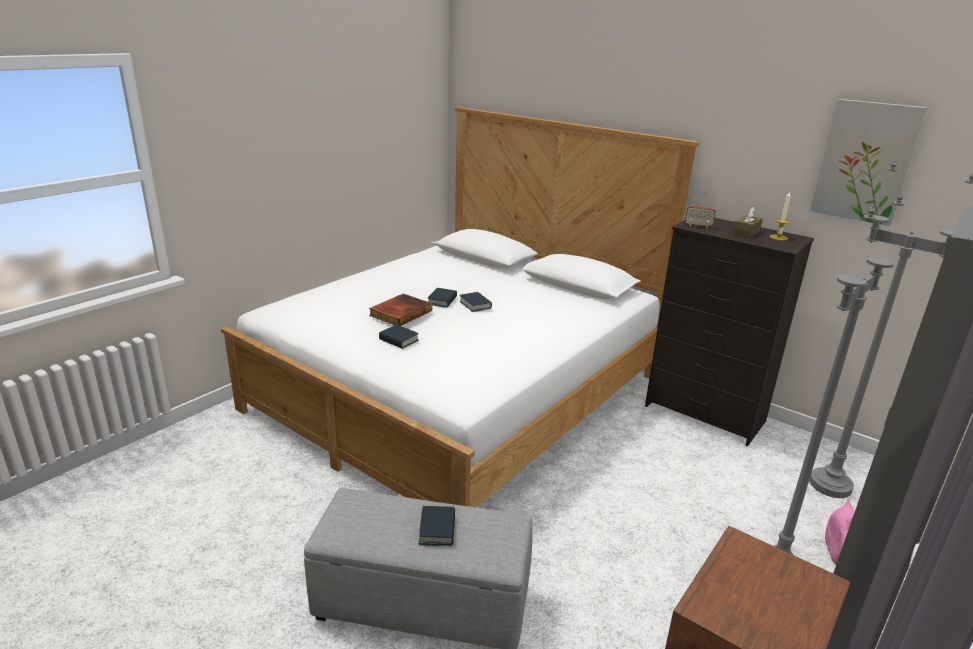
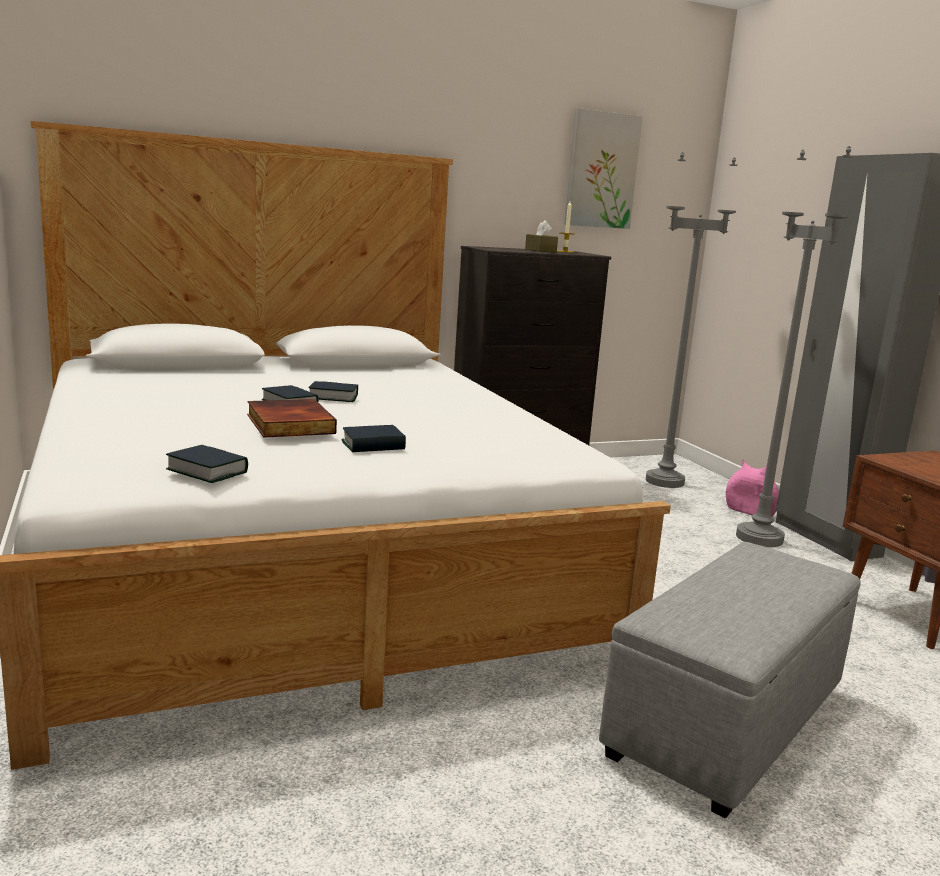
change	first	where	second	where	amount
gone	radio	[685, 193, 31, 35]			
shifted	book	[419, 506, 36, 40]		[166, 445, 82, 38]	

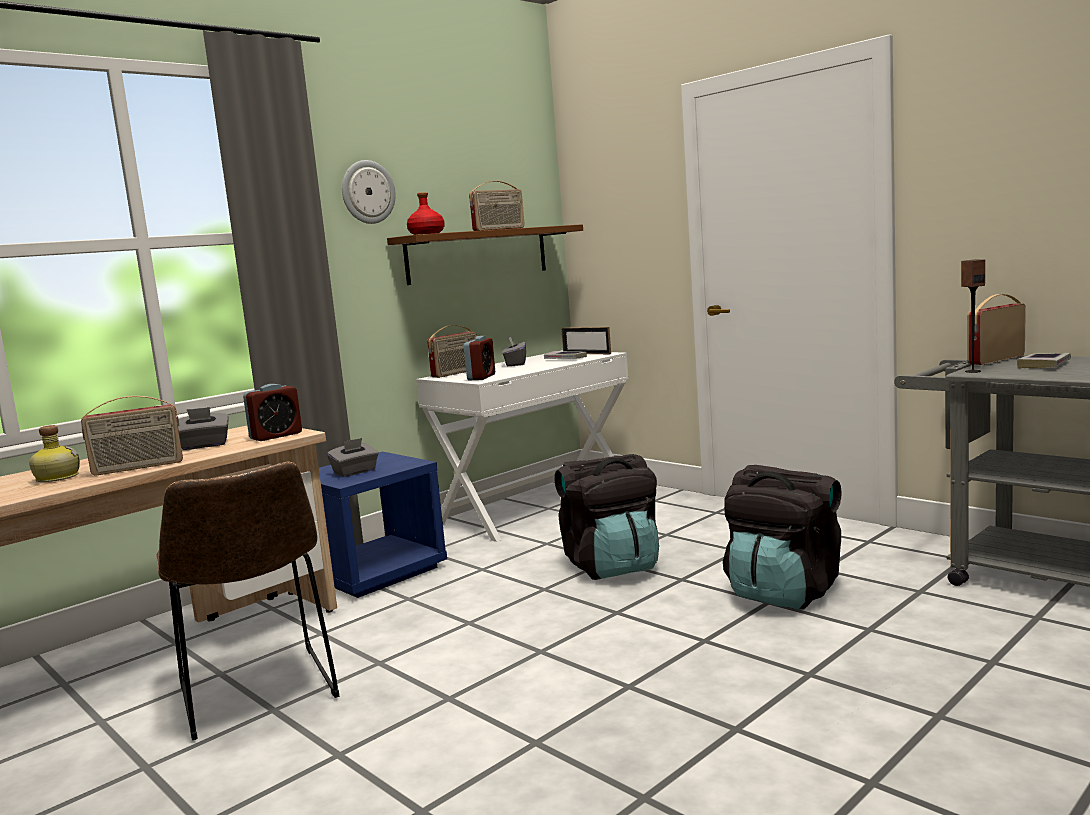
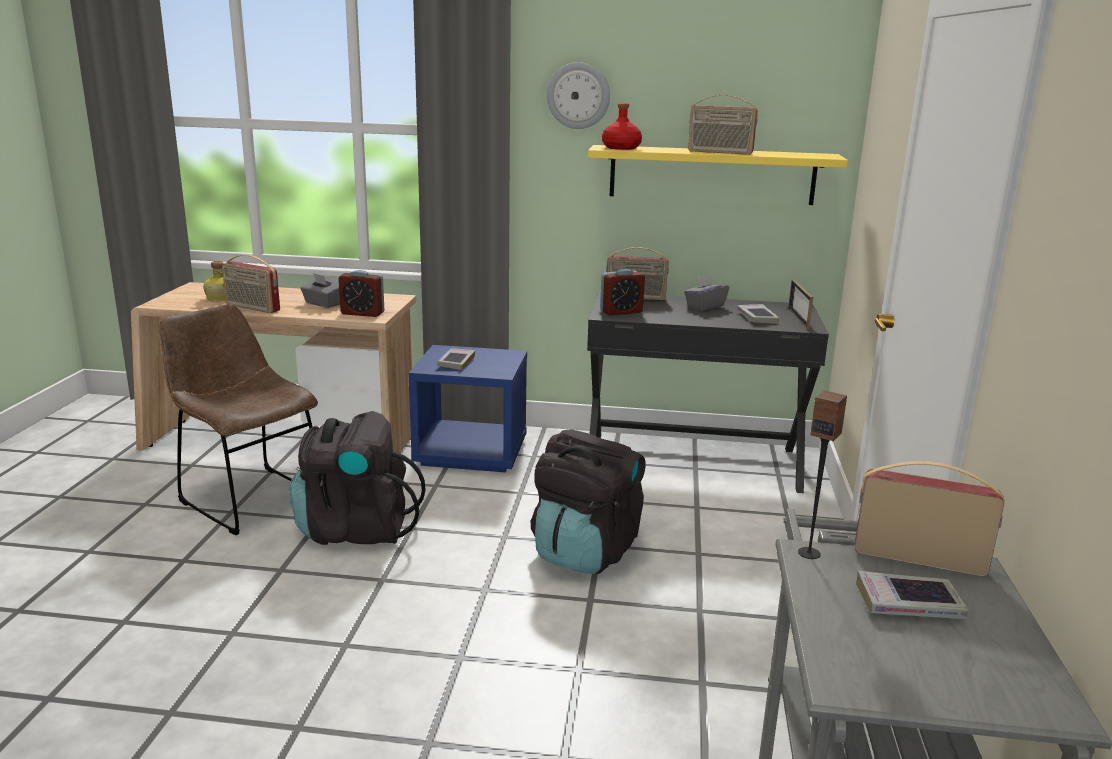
change	first	where	second	where	amount
shifted	black backpack	[723, 465, 119, 145]		[289, 411, 137, 134]	
swapped	grey tissue box	[327, 438, 51, 39]	book	[437, 348, 38, 22]	
repainted	brown shelf	[387, 224, 196, 61]	yellow shelf	[588, 145, 260, 60]	
repainted	white desk	[416, 350, 213, 192]	black desk	[587, 292, 242, 201]	
rotated	brown chair	[156, 462, 183, 278]		[159, 304, 159, 231]	105 degrees clockwise

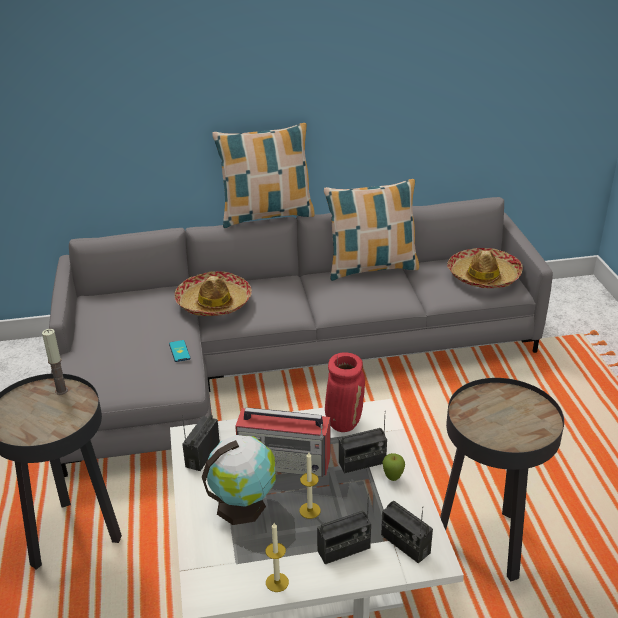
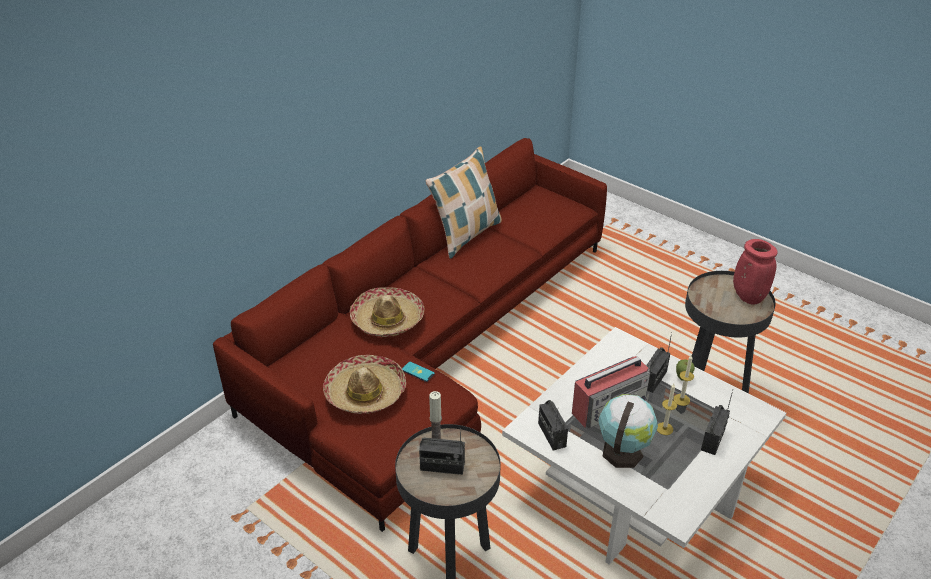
change	first	where	second	where	amount
gone	pillow	[212, 123, 103, 105]			
shifted	candle	[266, 523, 23, 69]		[673, 354, 21, 52]	
shifted	red vase	[325, 352, 40, 80]		[733, 239, 45, 66]	
shifted	radio	[381, 501, 52, 63]		[419, 428, 46, 47]	
shifted	hat	[447, 248, 76, 40]		[323, 355, 83, 59]	
repainted	grey sofa	[49, 197, 504, 280]	red sofa	[213, 138, 394, 394]	

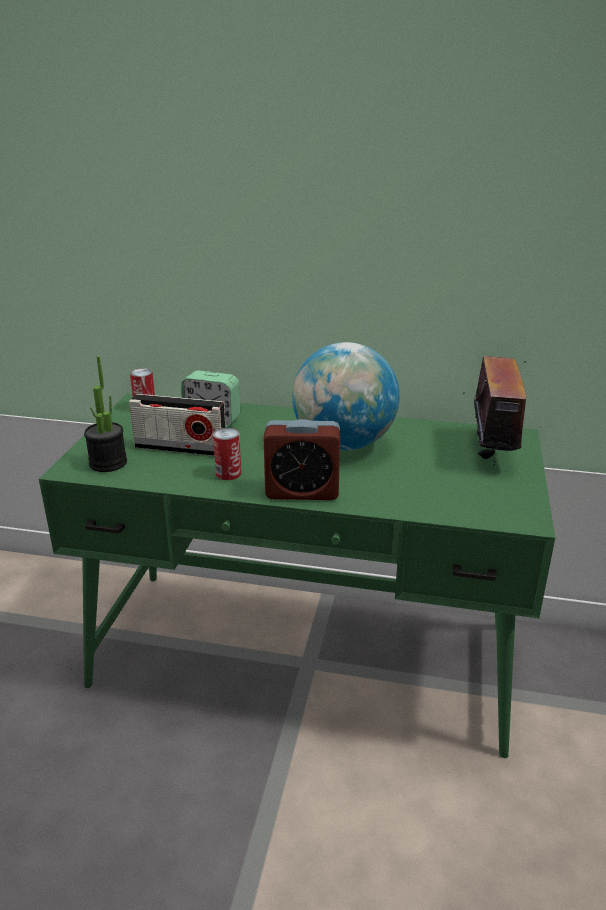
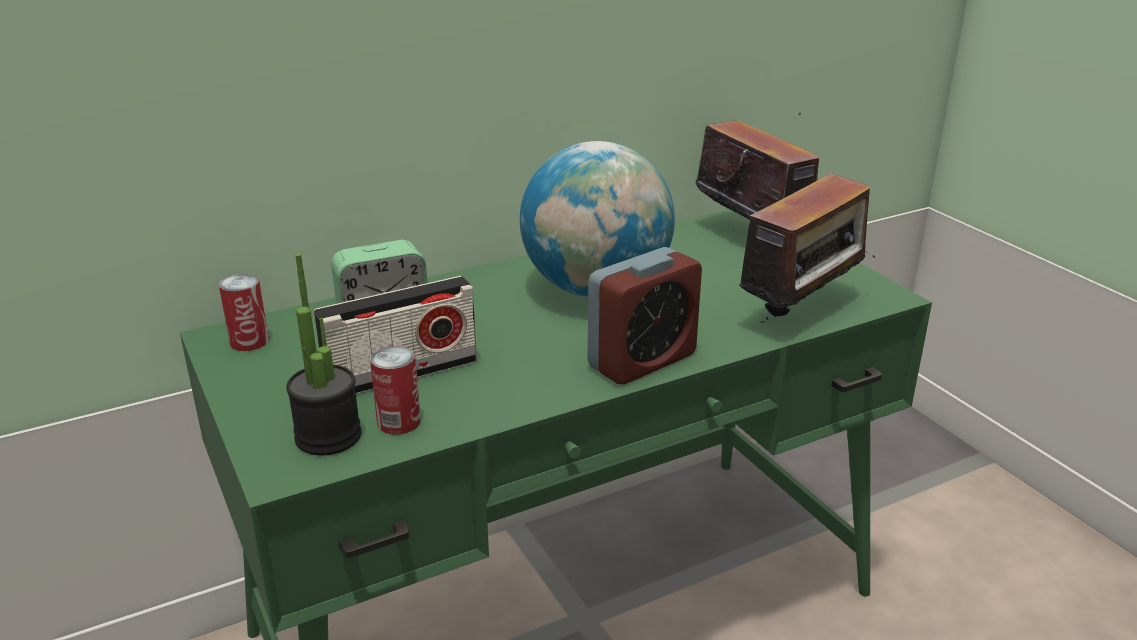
change	first	where	second	where	amount
new			radio	[731, 167, 144, 160]	
shifted	can	[213, 428, 28, 52]		[370, 346, 51, 89]	

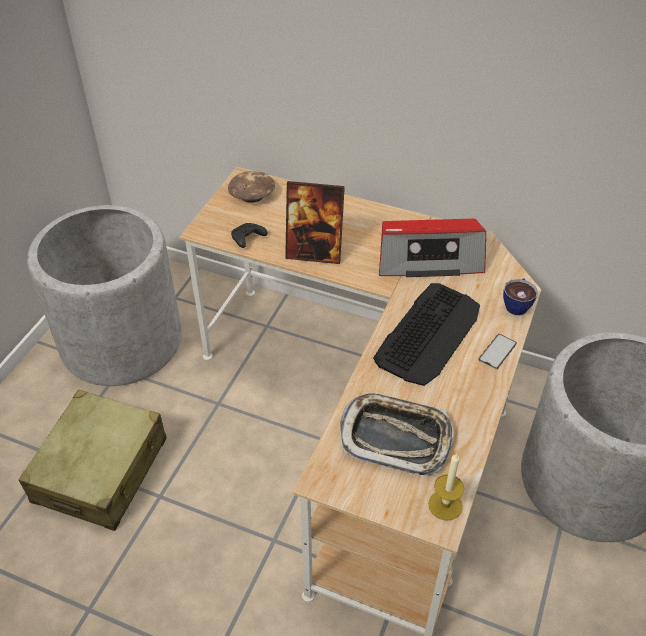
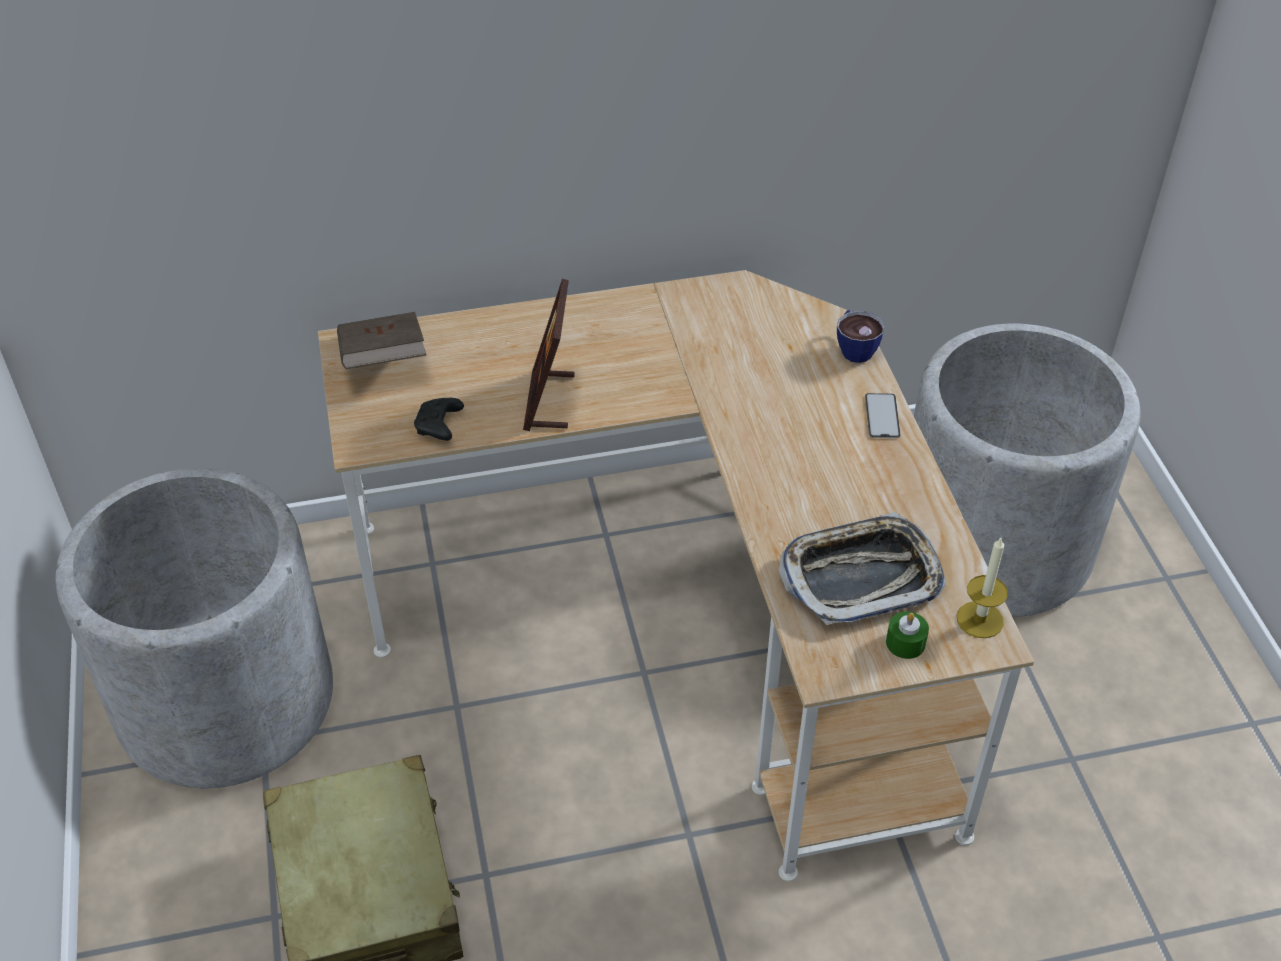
change	first	where	second	where	amount
gone	keyboard	[373, 283, 107, 103]			
gone	radio	[379, 219, 107, 58]			
new			green candle	[886, 611, 43, 48]	
swapped	brown bowl	[228, 171, 47, 32]	brown book	[337, 312, 89, 57]	
rotated	picture frame	[285, 181, 60, 83]		[523, 279, 52, 152]	120 degrees clockwise

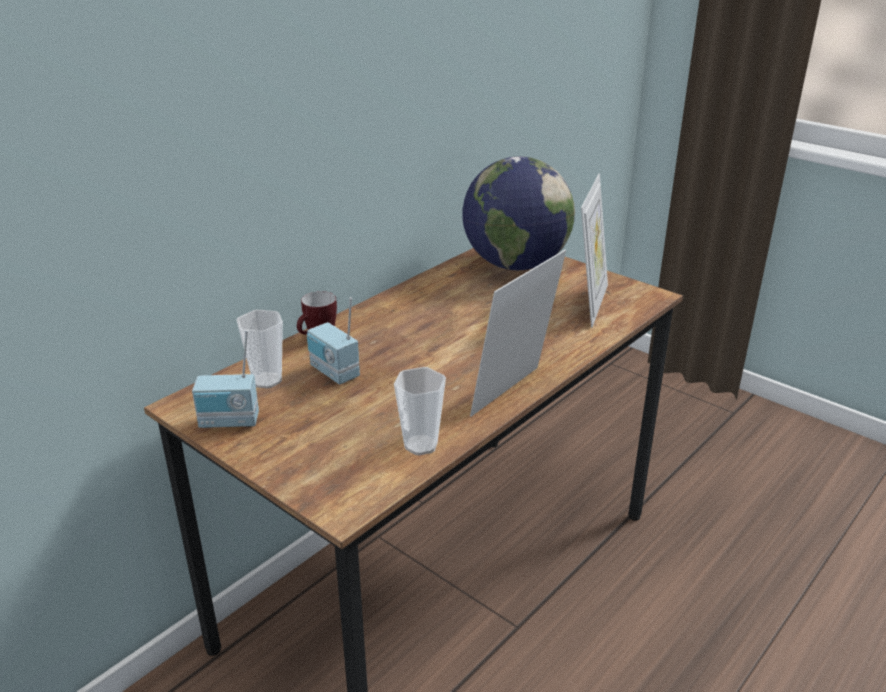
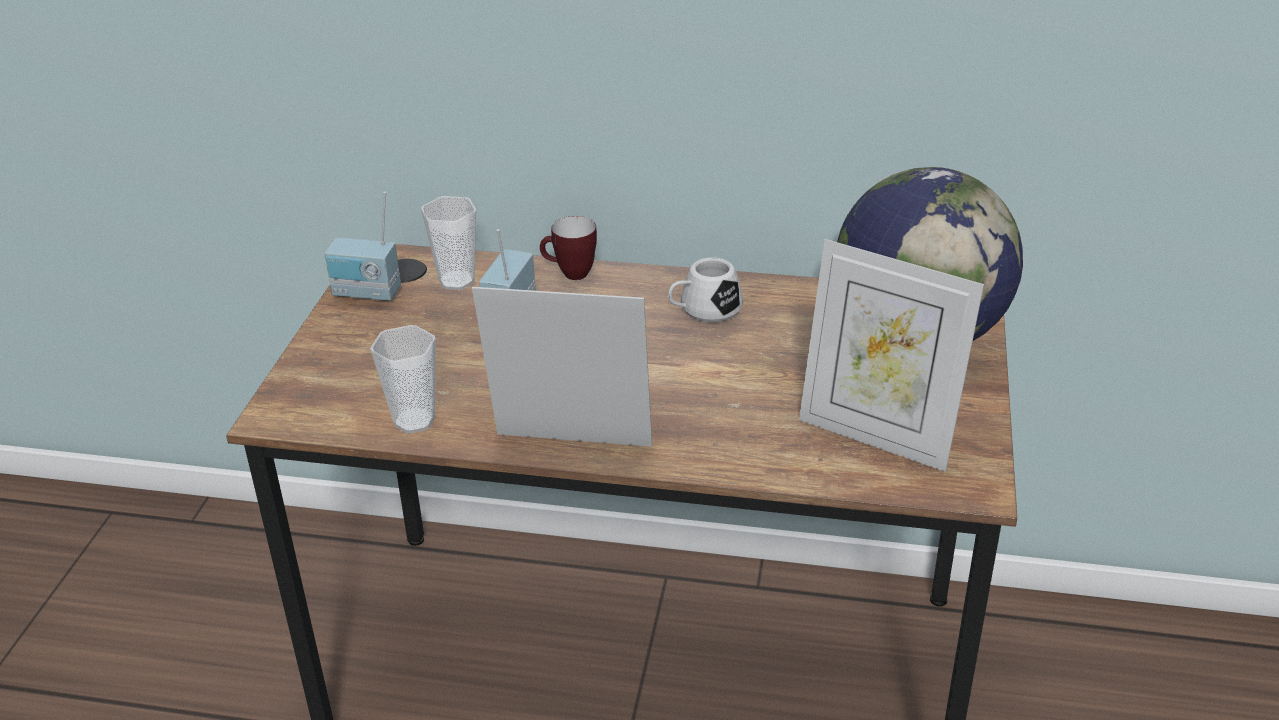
change	first	where	second	where	amount
new			white mug	[668, 257, 75, 65]	
rotated	radio	[192, 330, 67, 98]		[324, 192, 77, 109]	45 degrees counterclockwise
rotated	picture frame	[581, 174, 27, 154]		[799, 239, 185, 233]	45 degrees clockwise

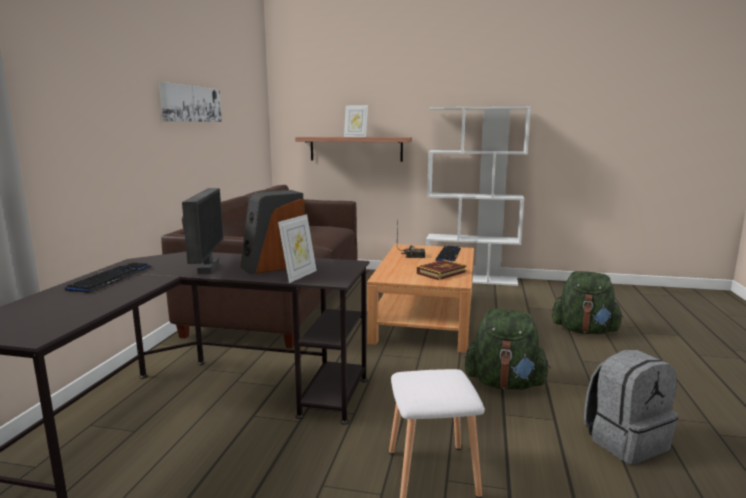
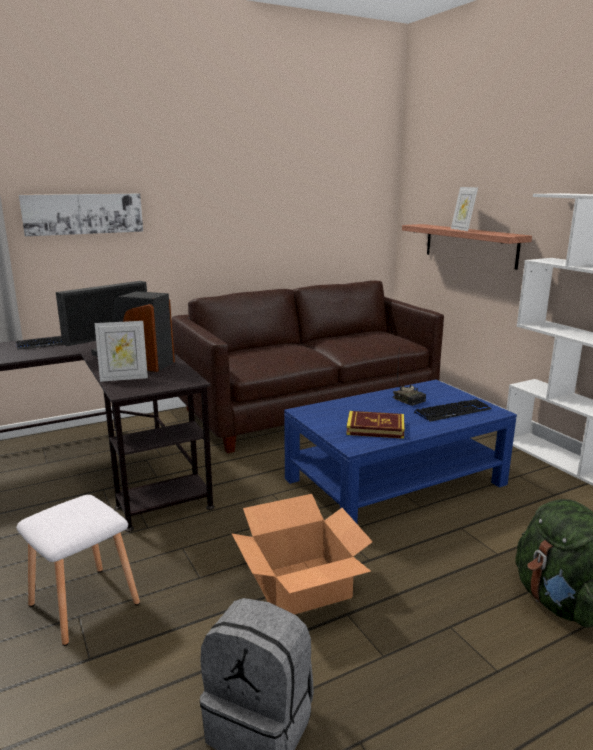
change	first	where	second	where	amount
shifted	picture	[159, 82, 63, 40]		[19, 193, 124, 43]	
swapped	green backpack	[465, 309, 86, 81]	cardboard box	[232, 494, 141, 120]	
repainted	brown coffee table	[367, 244, 107, 109]	blue coffee table	[284, 380, 233, 143]	

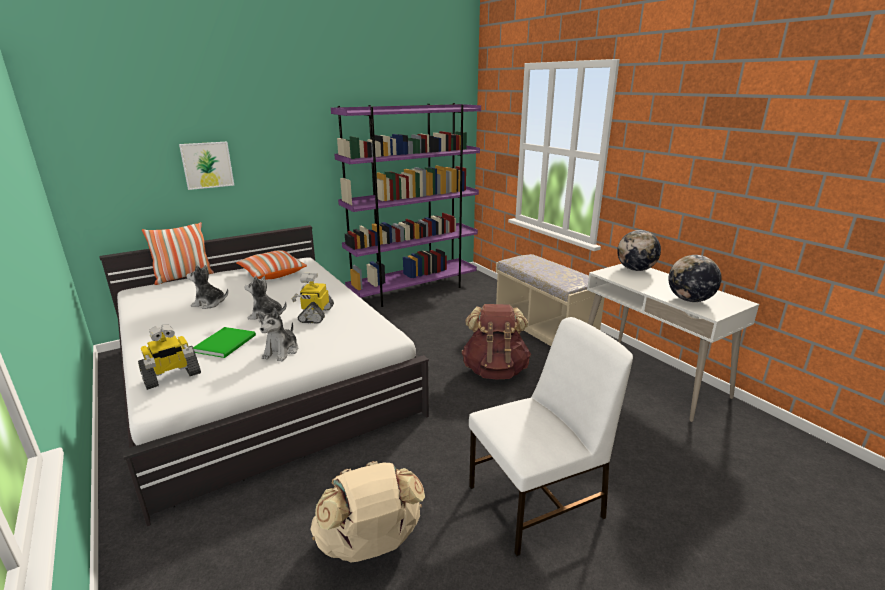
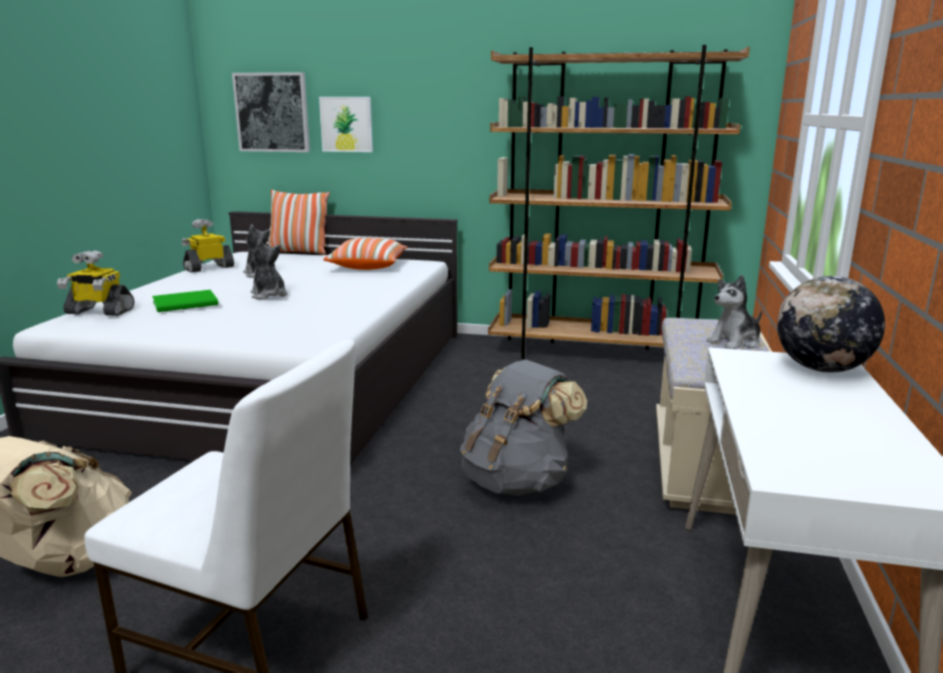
change	first	where	second	where	amount
gone	globe	[668, 255, 53, 47]			
new			picture	[232, 72, 78, 80]	
shifted	plush toy	[258, 308, 40, 53]		[706, 275, 56, 74]	
shifted	toy robot	[292, 273, 42, 50]		[182, 219, 52, 53]	
repainted	purple bookcase	[331, 103, 150, 204]	brown bookcase	[488, 45, 262, 314]	
repainted	brown backpack	[462, 304, 69, 75]	grey backpack	[460, 360, 127, 136]	

